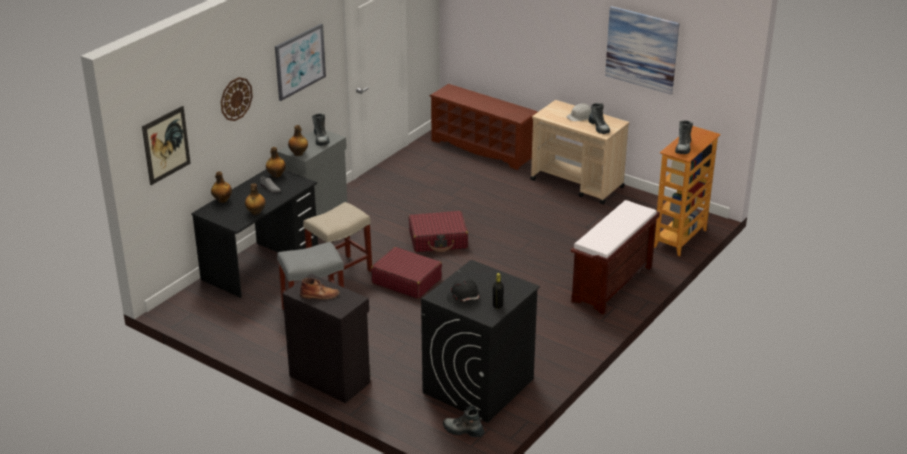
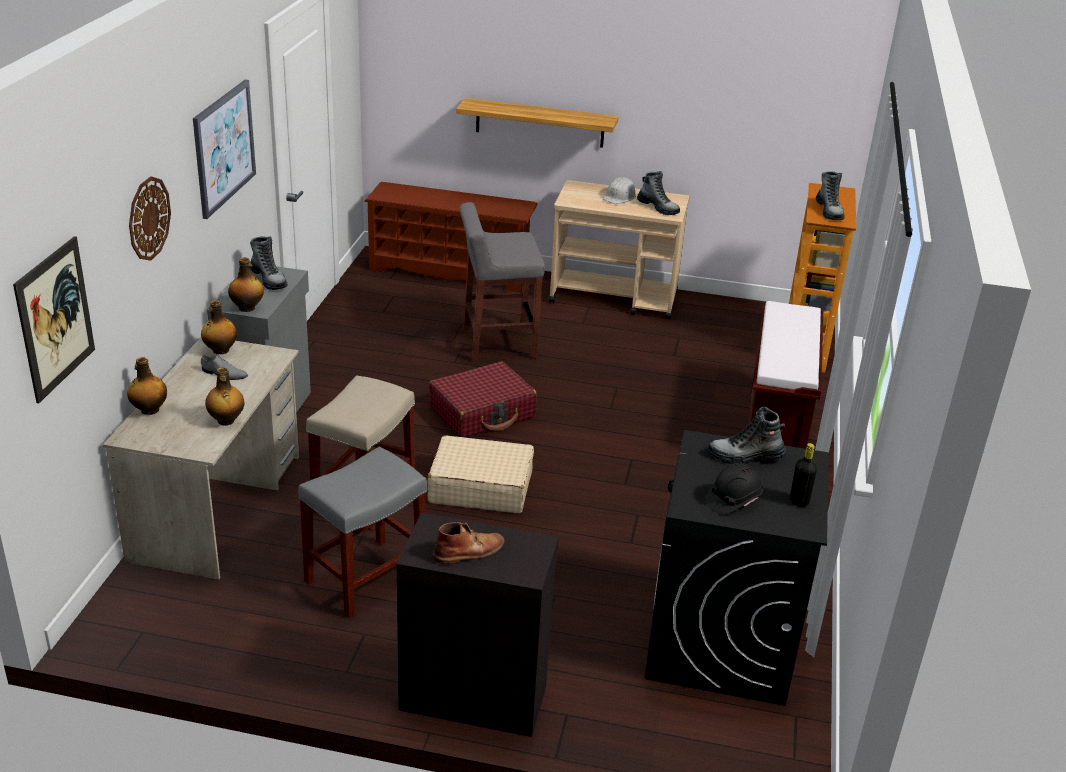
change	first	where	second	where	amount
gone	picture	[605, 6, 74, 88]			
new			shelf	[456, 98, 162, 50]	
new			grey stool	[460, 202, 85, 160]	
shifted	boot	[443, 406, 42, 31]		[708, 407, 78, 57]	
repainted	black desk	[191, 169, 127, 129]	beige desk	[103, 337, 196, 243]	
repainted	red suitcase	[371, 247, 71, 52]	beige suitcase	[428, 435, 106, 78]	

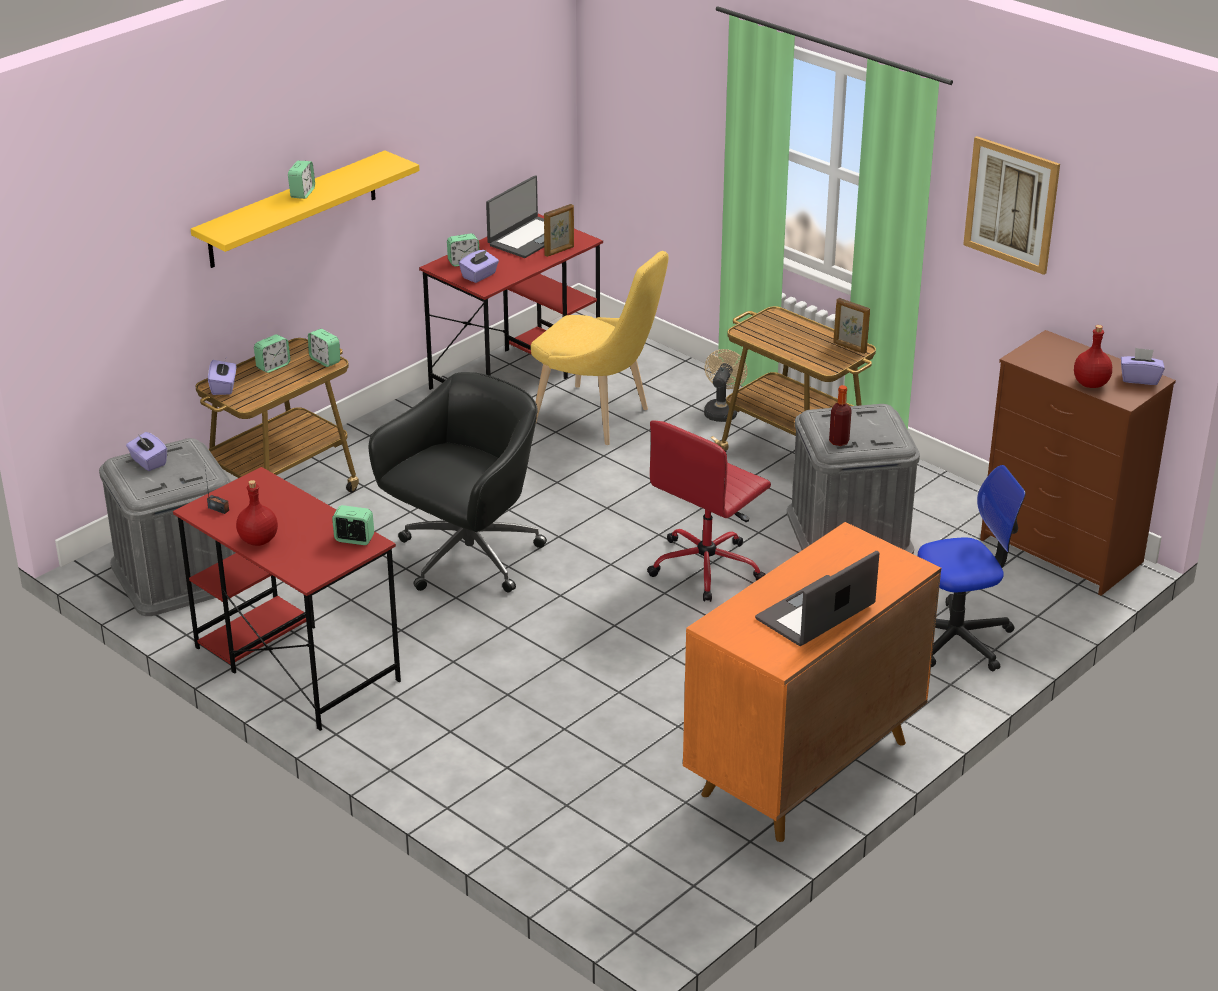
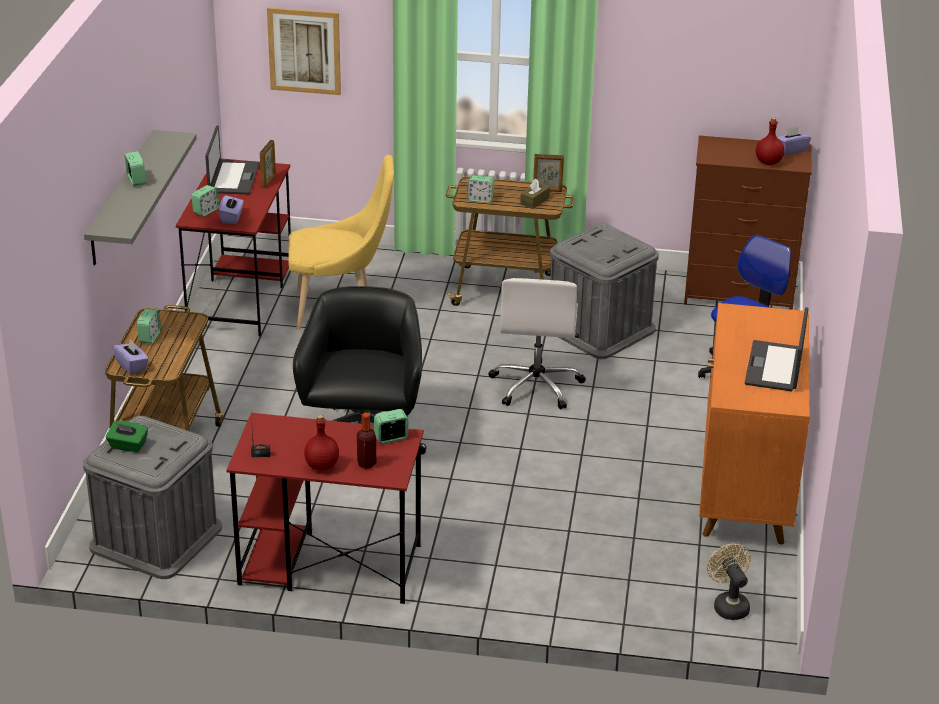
change	first	where	second	where	amount
new			brown tissue box	[520, 179, 30, 30]	
shifted	alarm clock	[308, 329, 32, 38]		[467, 175, 27, 28]	
shifted	beige fan	[704, 349, 44, 73]		[707, 544, 44, 76]	
shifted	bottle	[829, 385, 23, 61]		[357, 413, 19, 56]	
shifted	picture	[963, 136, 97, 139]		[267, 7, 74, 88]	
repainted	purple tissue box	[126, 432, 41, 39]	green tissue box	[106, 420, 42, 33]	
repainted	yellow shelf	[191, 150, 229, 118]	grey shelf	[84, 130, 113, 135]	
repainted	red office chair	[647, 421, 124, 181]	white office chair	[488, 278, 98, 131]	

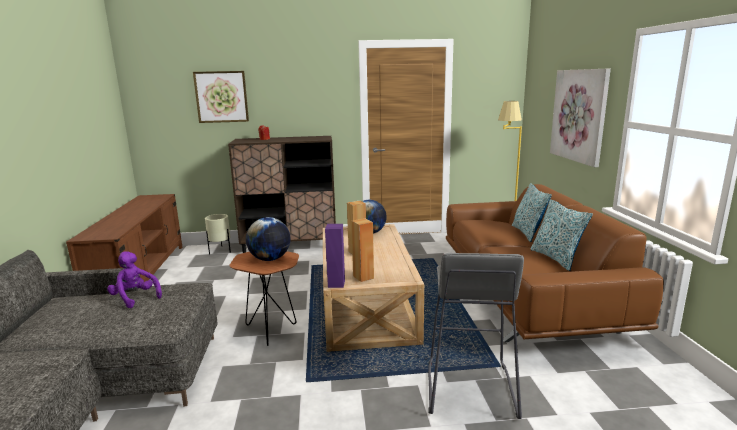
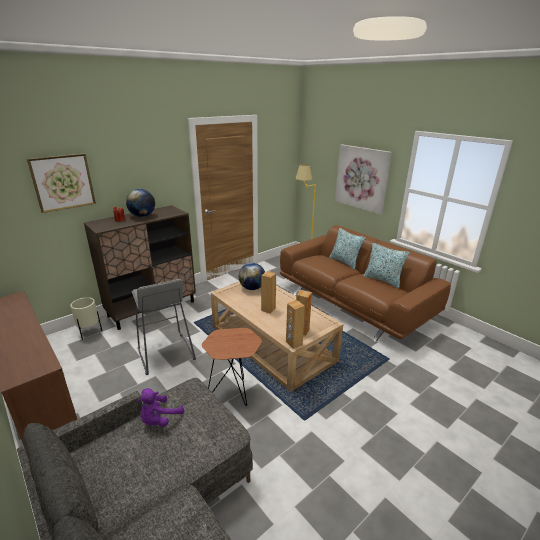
change	first	where	second	where	amount
shifted	globe	[246, 217, 44, 44]		[126, 189, 29, 28]	
shifted	grey stool	[428, 253, 96, 166]		[132, 279, 64, 96]	
repainted	purple speaker	[325, 224, 20, 64]	brown speaker	[286, 300, 19, 49]	
rotated	purple plush toy	[107, 251, 55, 57]		[138, 388, 46, 39]	60 degrees counterclockwise

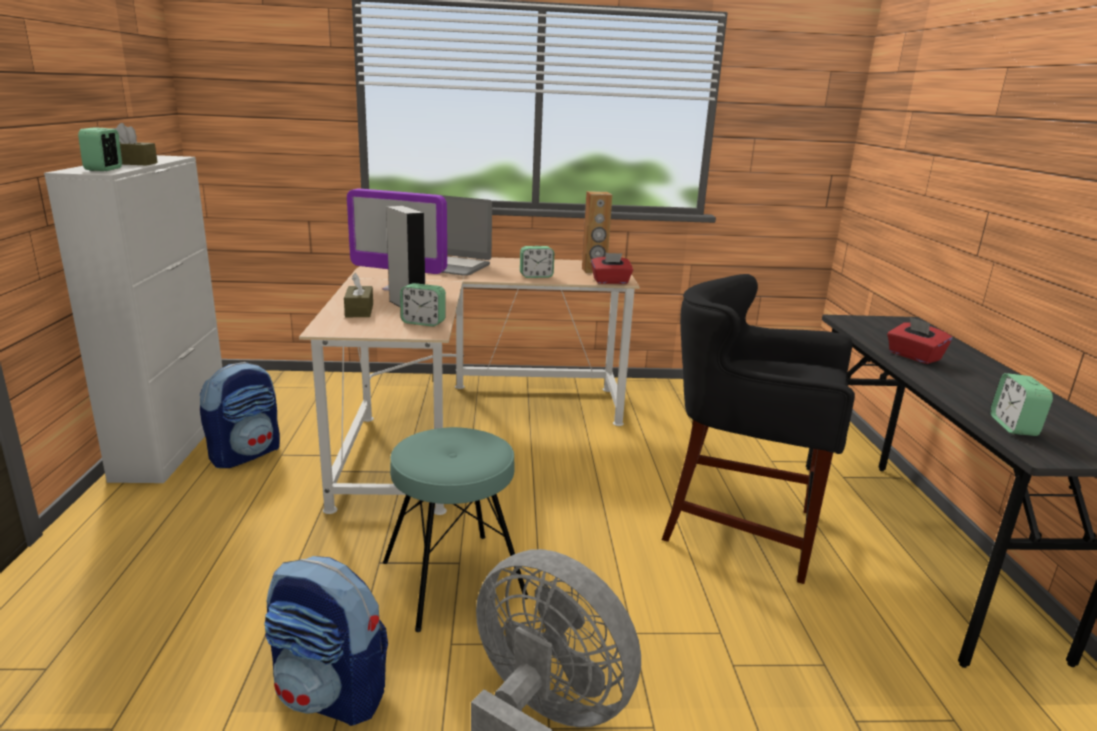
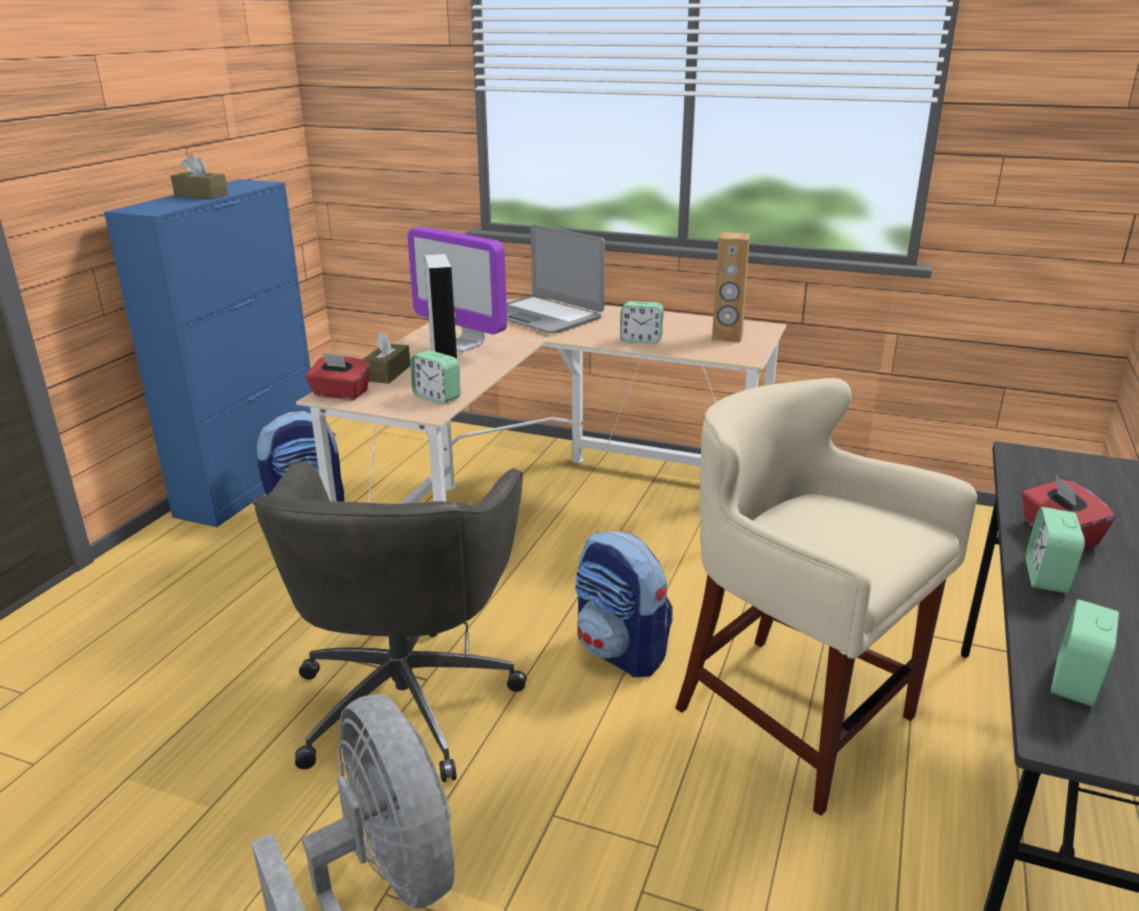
change	first	where	second	where	amount
shifted	alarm clock	[78, 127, 44, 44]		[1026, 507, 59, 86]	
shifted	backpack	[264, 556, 124, 170]		[575, 531, 98, 146]	
shifted	red tissue box	[591, 253, 42, 31]		[305, 353, 66, 47]	
swapped	turquoise stool	[383, 427, 145, 205]	grey office chair	[253, 461, 274, 321]	
repainted	white cabinet	[44, 155, 179, 328]	blue cabinet	[104, 179, 209, 348]	
repainted	black stool	[662, 274, 193, 310]	beige stool	[675, 378, 302, 438]	

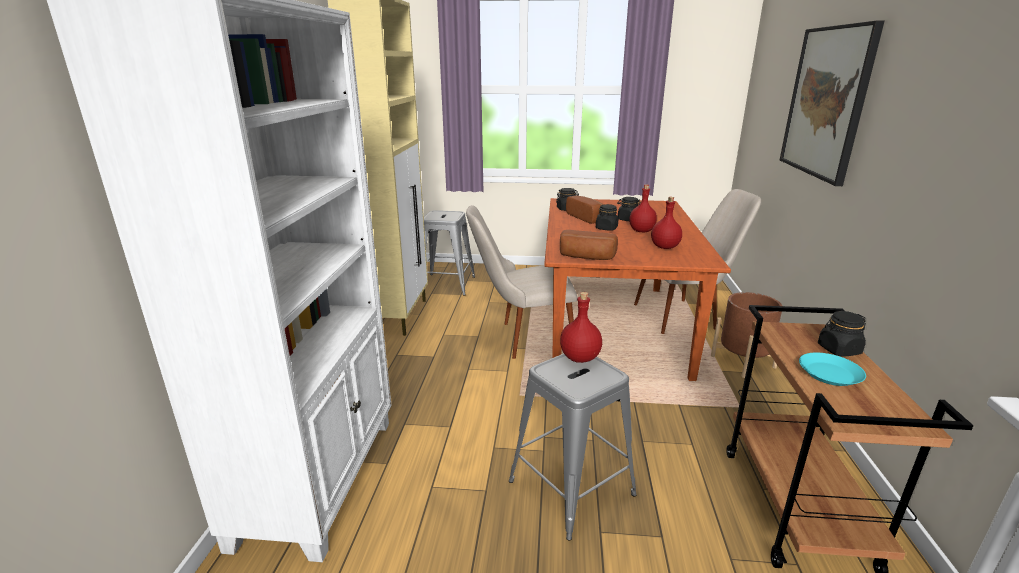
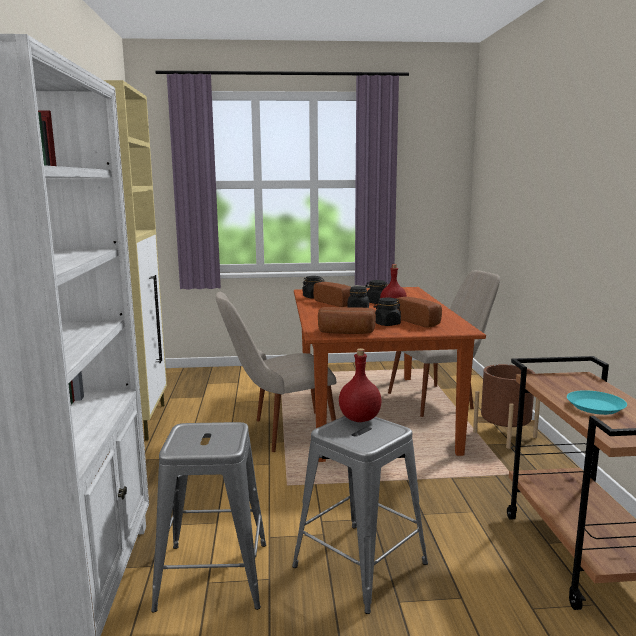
change	first	where	second	where	amount
gone	picture	[780, 21, 105, 165]			
shifted	grey stool	[424, 210, 51, 85]		[151, 422, 115, 190]	
shifted	black jar	[818, 311, 48, 46]		[374, 298, 27, 28]	
swapped	red bottle	[651, 197, 31, 52]	bread	[396, 297, 46, 31]	

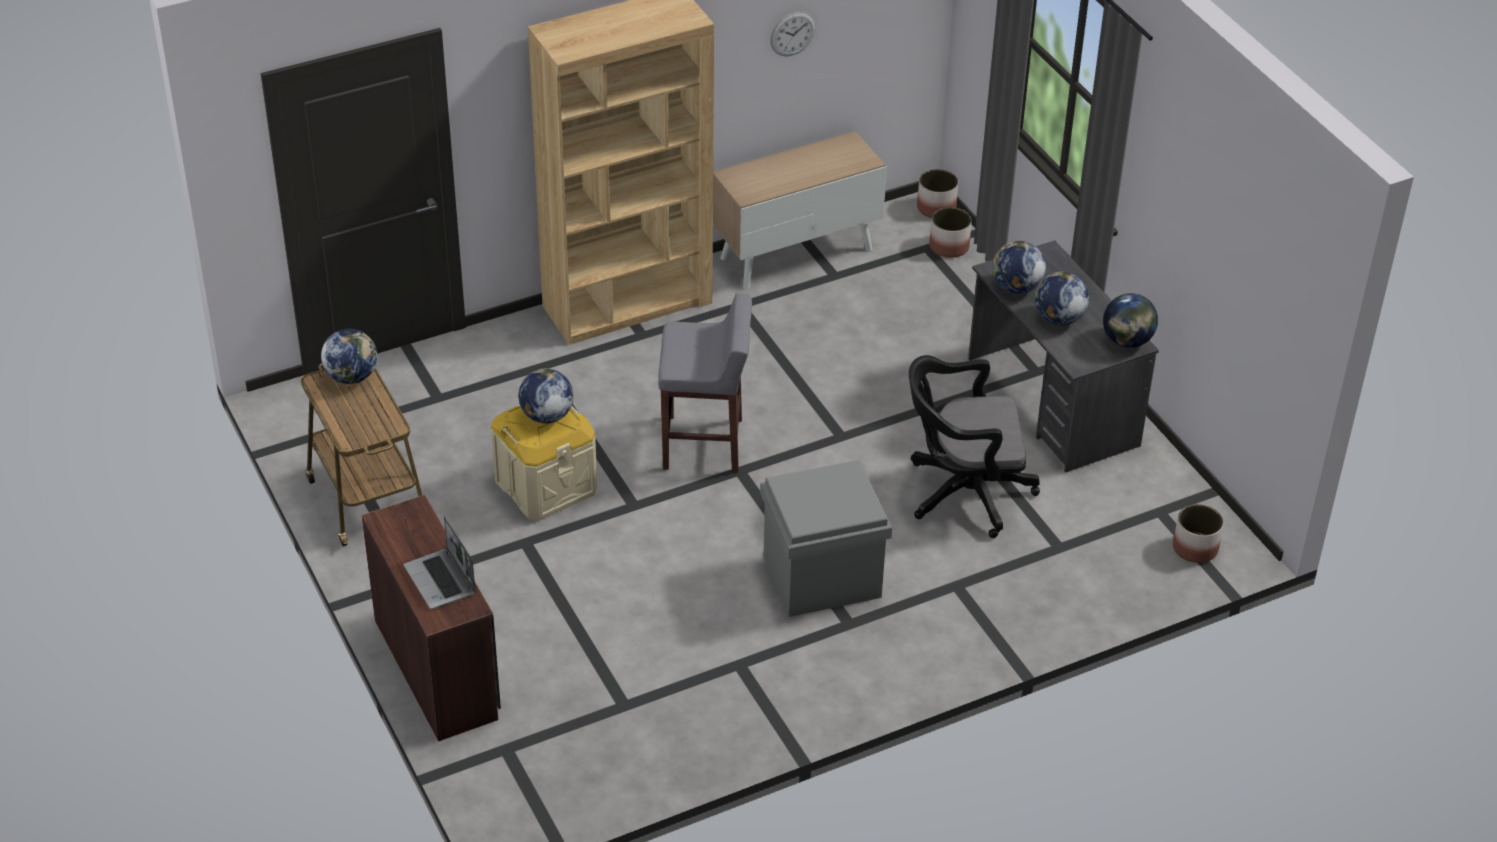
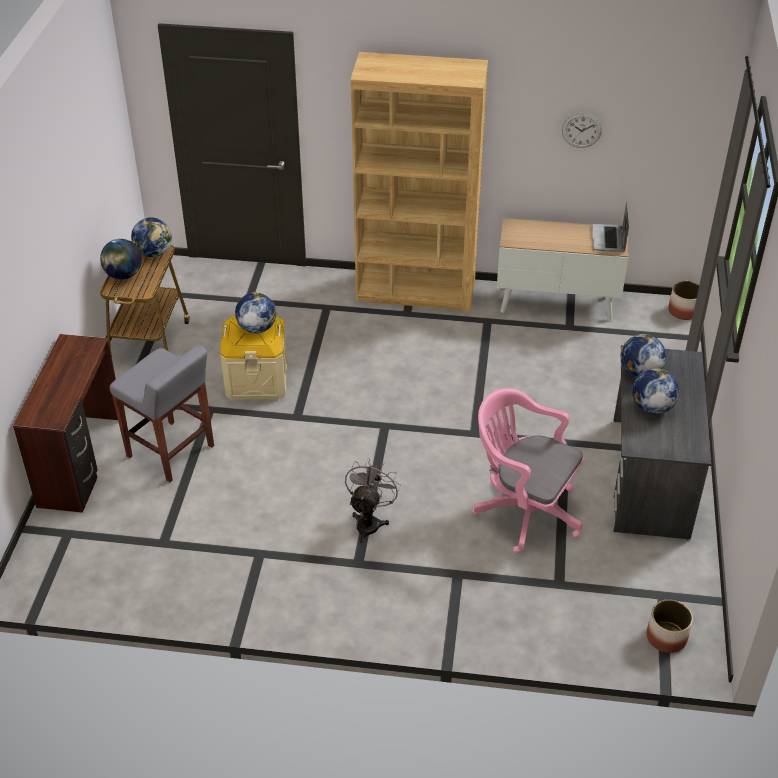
change	first	where	second	where	amount
gone	planter	[929, 207, 43, 51]			
shifted	laptop	[404, 516, 72, 93]		[592, 201, 37, 51]	
shifted	grey stool	[658, 293, 94, 180]		[110, 345, 104, 137]	
shifted	globe	[1103, 293, 55, 55]		[100, 239, 42, 40]	
swapped	grey storage box	[760, 460, 132, 157]	grey fan	[345, 458, 56, 85]	
repainted	black office chair	[909, 355, 131, 183]	pink office chair	[472, 388, 112, 166]	

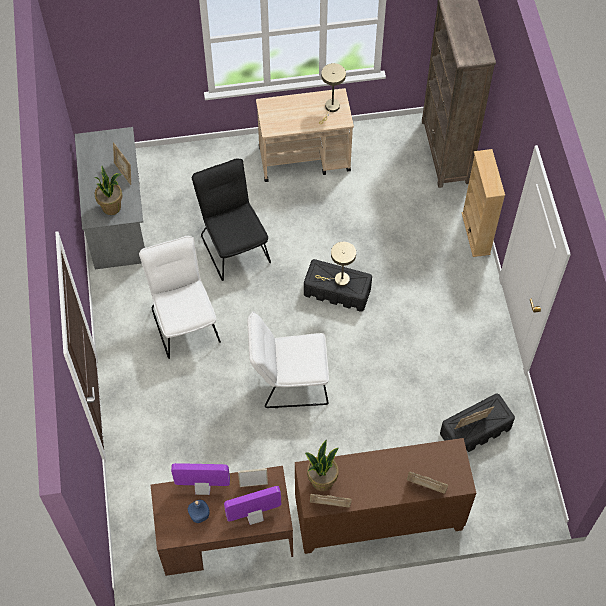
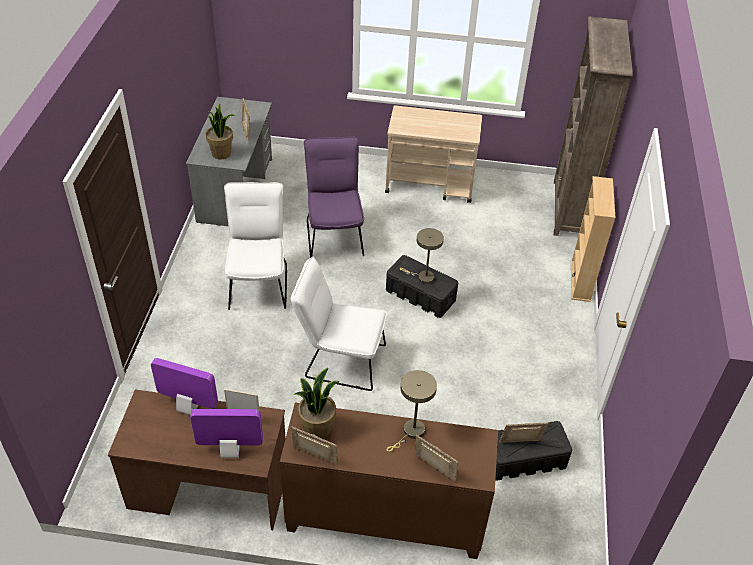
change	first	where	second	where	amount
gone	blue bottle	[188, 500, 22, 23]			
shifted	beige table lamp	[319, 63, 27, 61]		[387, 370, 50, 82]	
repainted	black chair	[192, 158, 79, 123]	purple chair	[304, 136, 60, 122]	

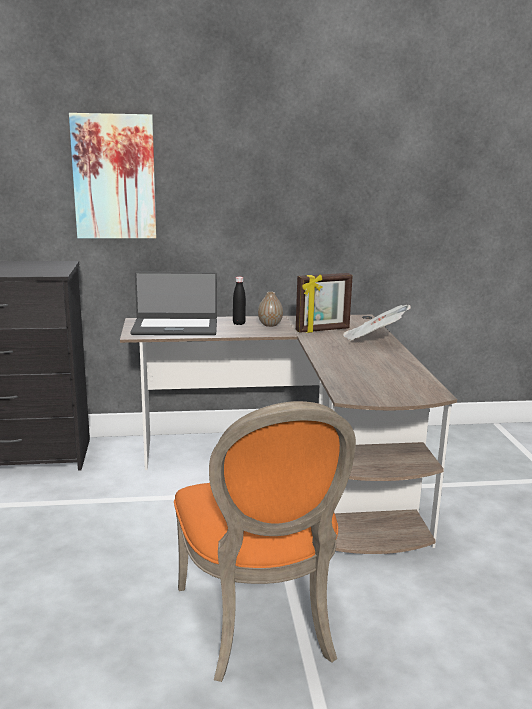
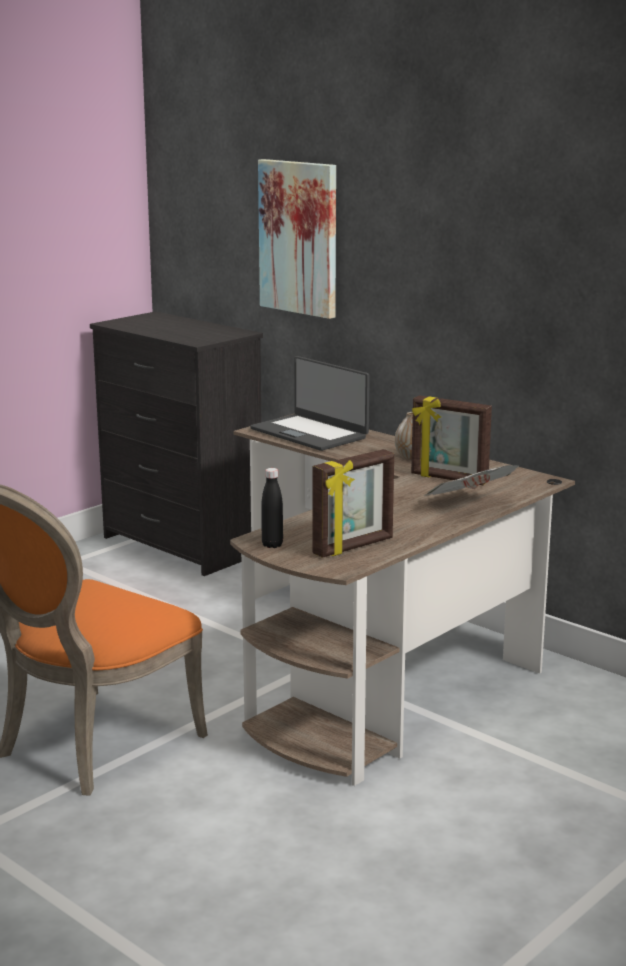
change	first	where	second	where	amount
new			picture frame	[312, 449, 82, 109]	
shifted	black bottle	[233, 277, 13, 48]		[261, 468, 22, 80]	

